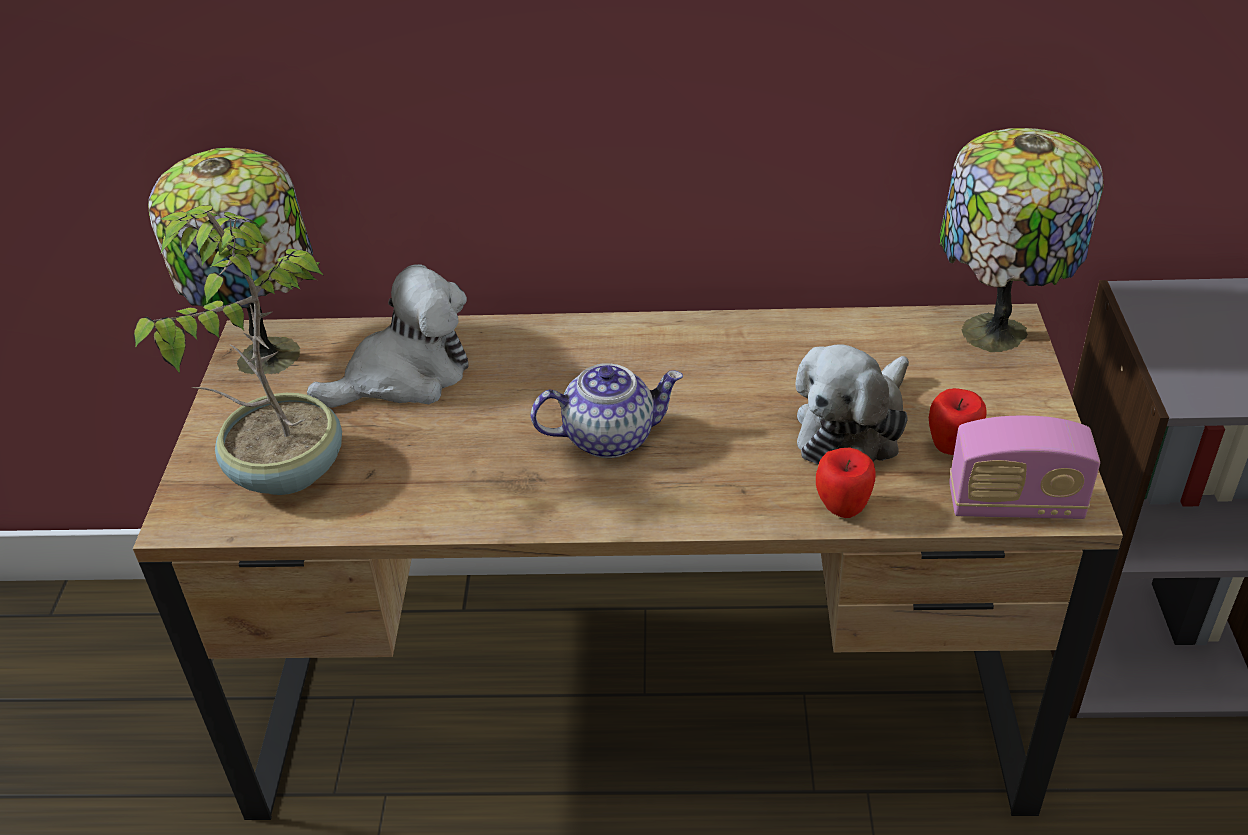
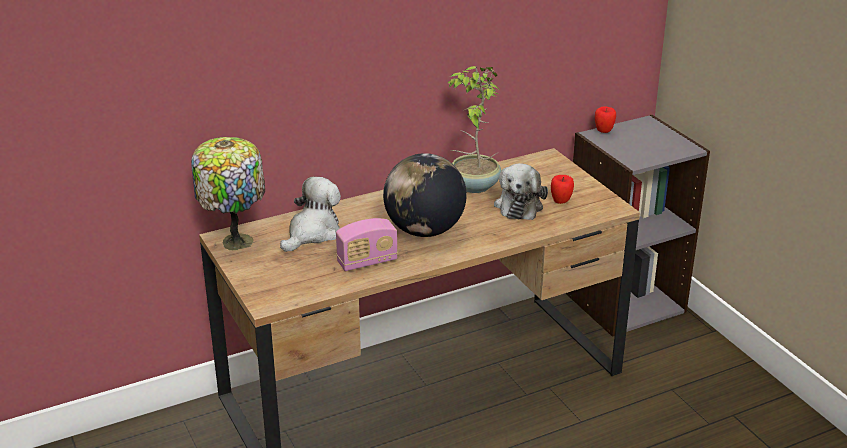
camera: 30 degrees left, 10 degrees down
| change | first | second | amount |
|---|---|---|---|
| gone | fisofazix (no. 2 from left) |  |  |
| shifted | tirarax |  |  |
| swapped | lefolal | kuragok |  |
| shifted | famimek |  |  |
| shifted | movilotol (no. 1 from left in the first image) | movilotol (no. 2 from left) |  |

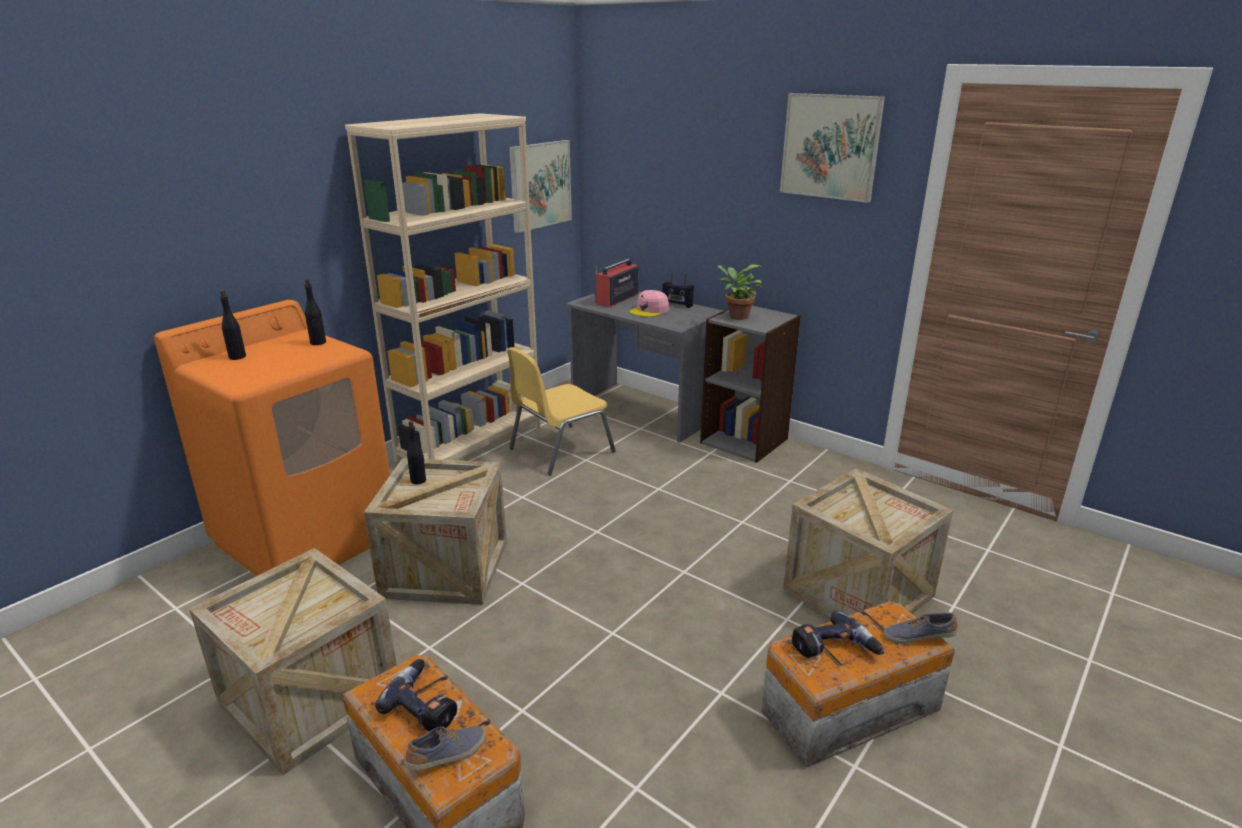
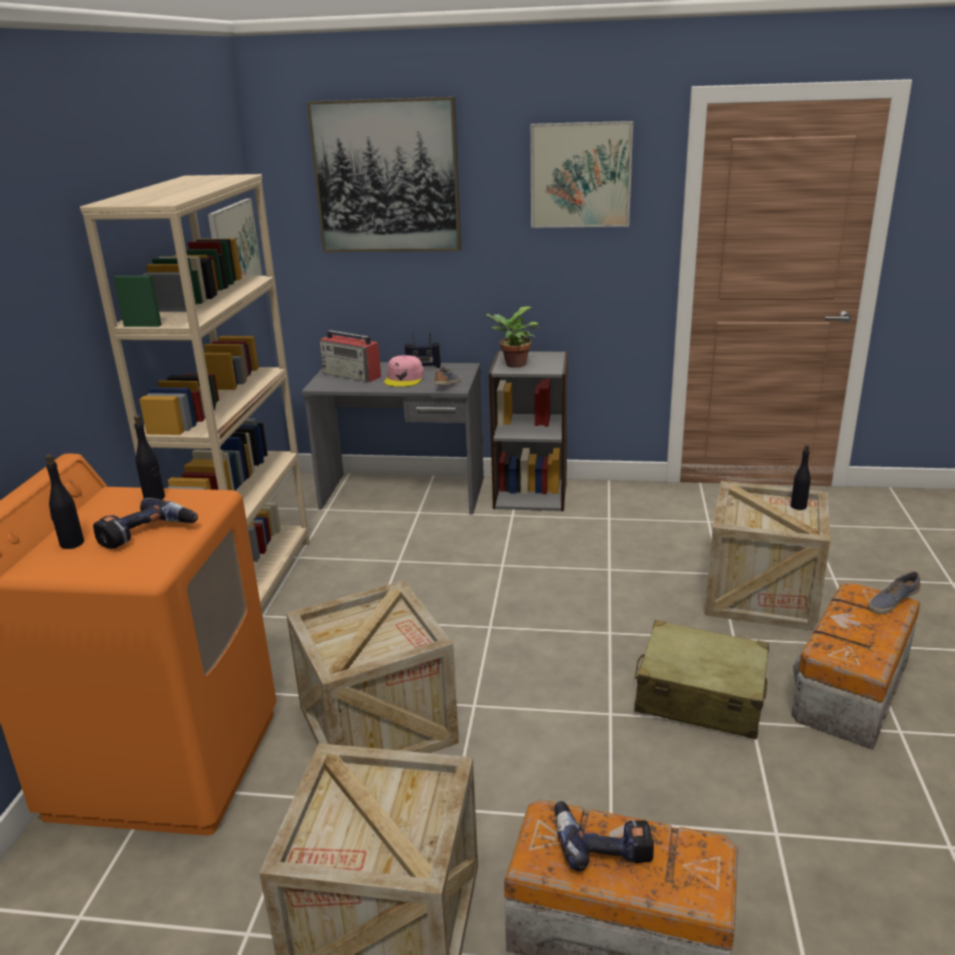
camera: 30 degrees left, 0 degrees up
| change | first | second | amount |
|---|---|---|---|
| rotated | famimek (no. 1 from left) |  | 60 degrees counterclockwise |
| gone | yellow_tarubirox |  |  |
| shifted | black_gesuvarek (no. 3 from left) |  |  |
| shifted | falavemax (no. 2 from left in the first image) | falavemax (no. 1 from left) |  |
| shifted | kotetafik (no. 1 from left) |  |  |
| new |  | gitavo (no. 2 from left) |  |
| new |  | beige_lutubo |  |

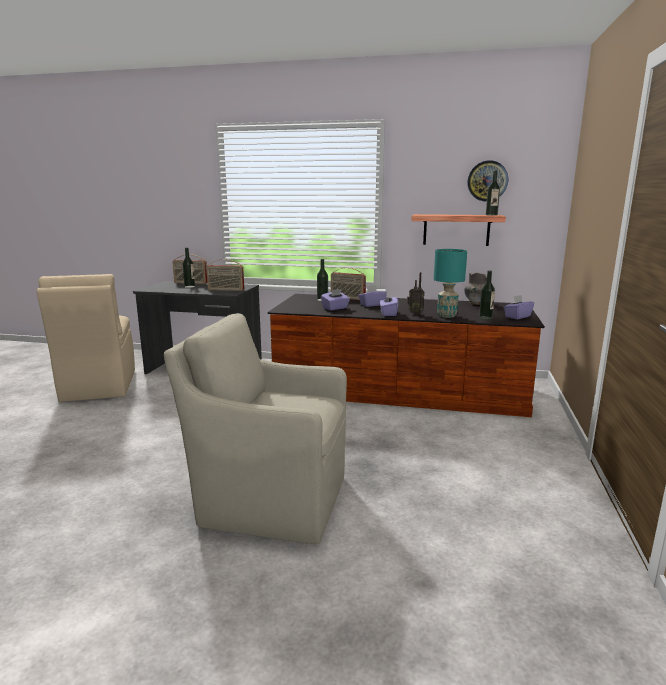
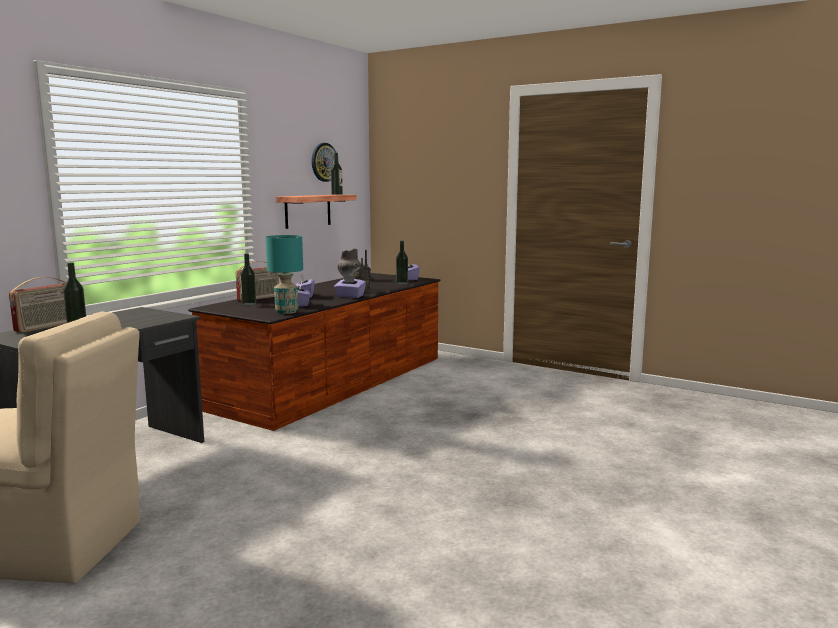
camera: 70 degrees left, 5 degrees down
| change | first | second | amount |
|---|---|---|---|
| shifted | turquoise_fisofazix |  |  |
| gone | famimek (no. 2 from left) |  |  |
| gone | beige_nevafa |  |  |

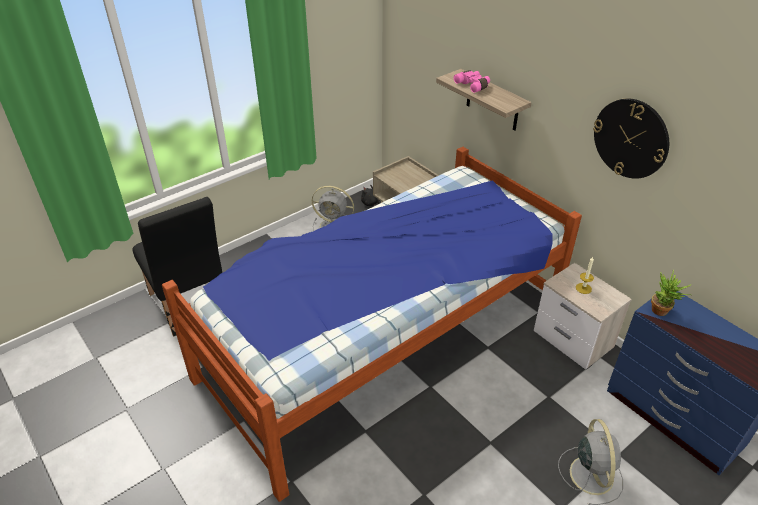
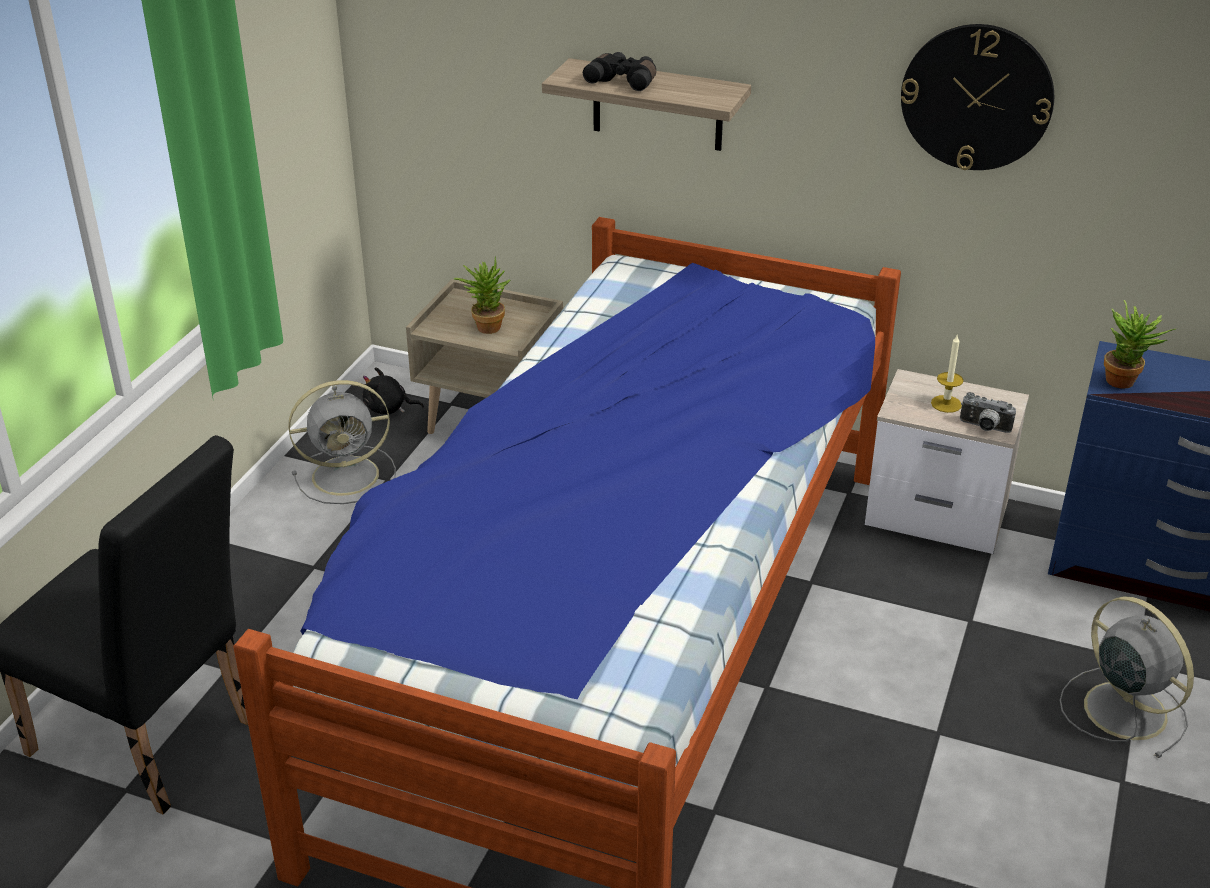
camera: 30 degrees left, 5 degrees down
| change | first | second | amount |
|---|---|---|---|
| repainted | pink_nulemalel | black_nulemalel |  |
| new |  | tirarax (no. 1 from left) |  |
| new |  | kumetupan |  |

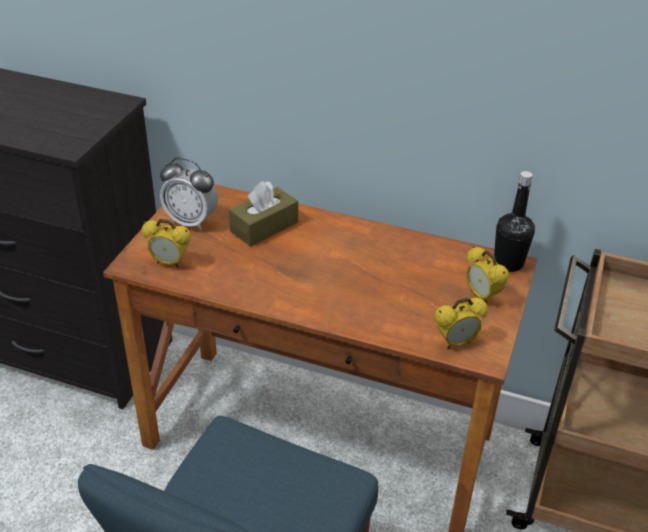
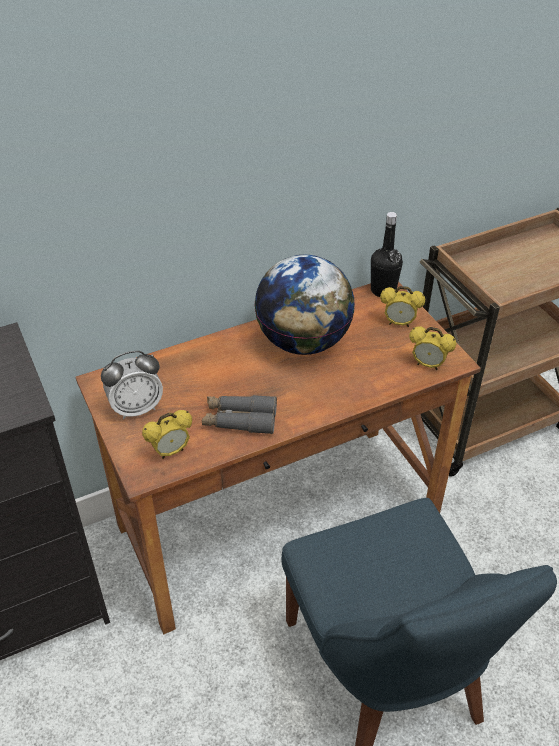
camera: 45 degrees left, 5 degrees up
| change | first | second | amount |
|---|---|---|---|
| gone | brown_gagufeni |  |  |
| rotated | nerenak (no. 3 from left in the first image) | nerenak (no. 4 from left) | 90 degrees clockwise |
| new |  | kuragok |  |
| new |  | grey_nulemalel |  |

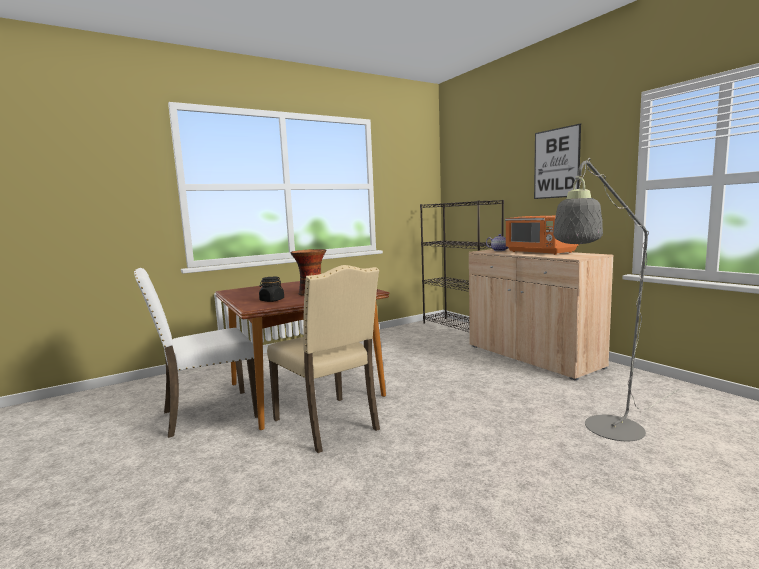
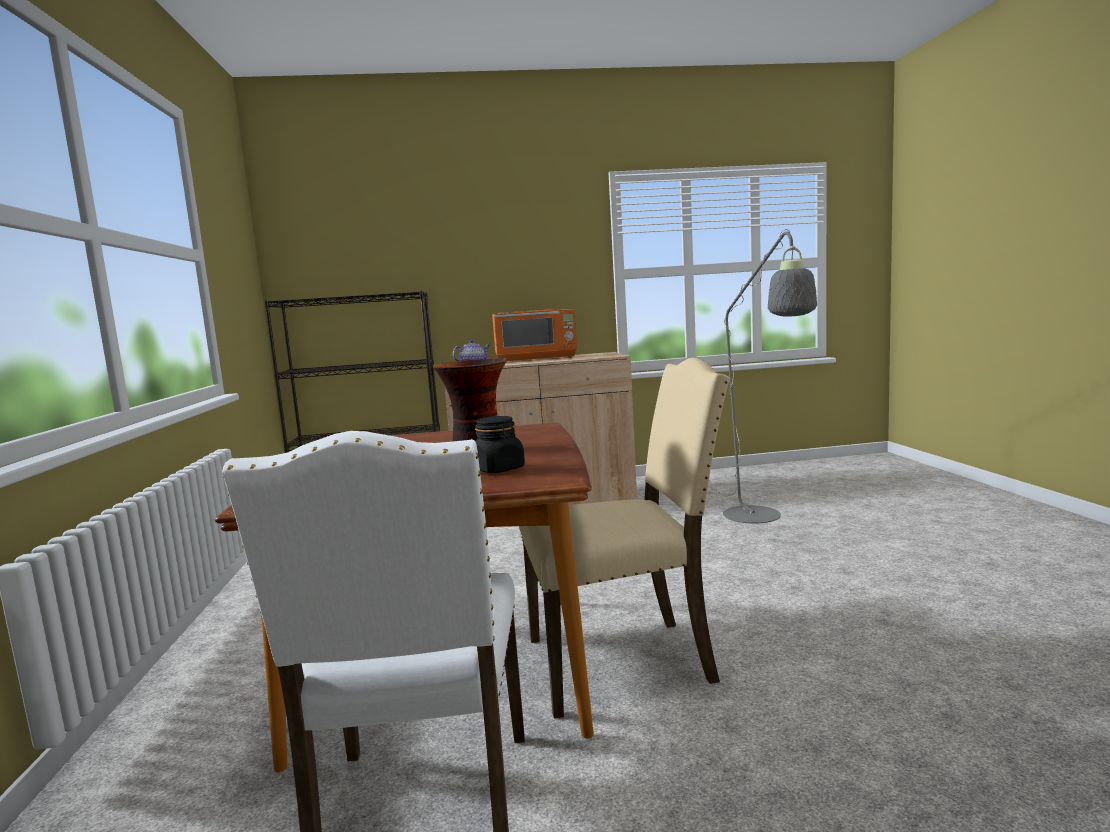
camera: 65 degrees left, 0 degrees up
| change | first | second | amount |
|---|---|---|---|
| gone | gitavo |  |  |

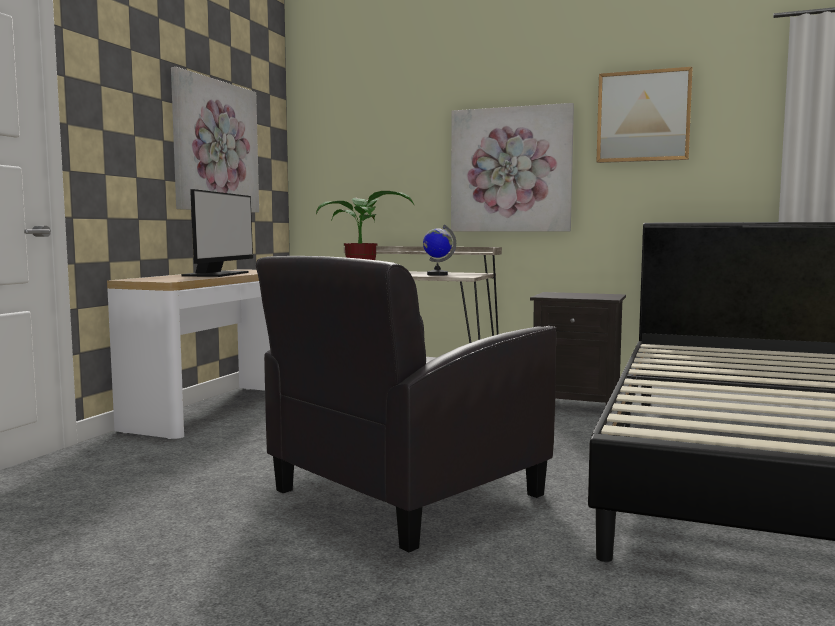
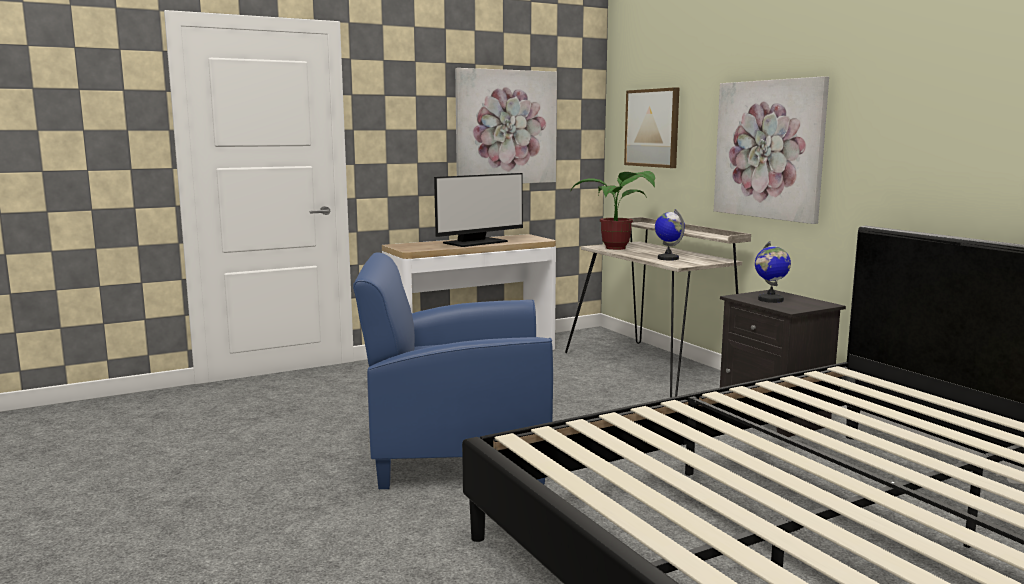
camera: 40 degrees right, 5 degrees up
| change | first | second | amount |
|---|---|---|---|
| shifted | gitavo (no. 3 from left in the first image) | gitavo (no. 2 from left) |  |
| repainted | black_nevafa | blue_nevafa |  |
| new |  | kuragok (no. 2 from left) |  |

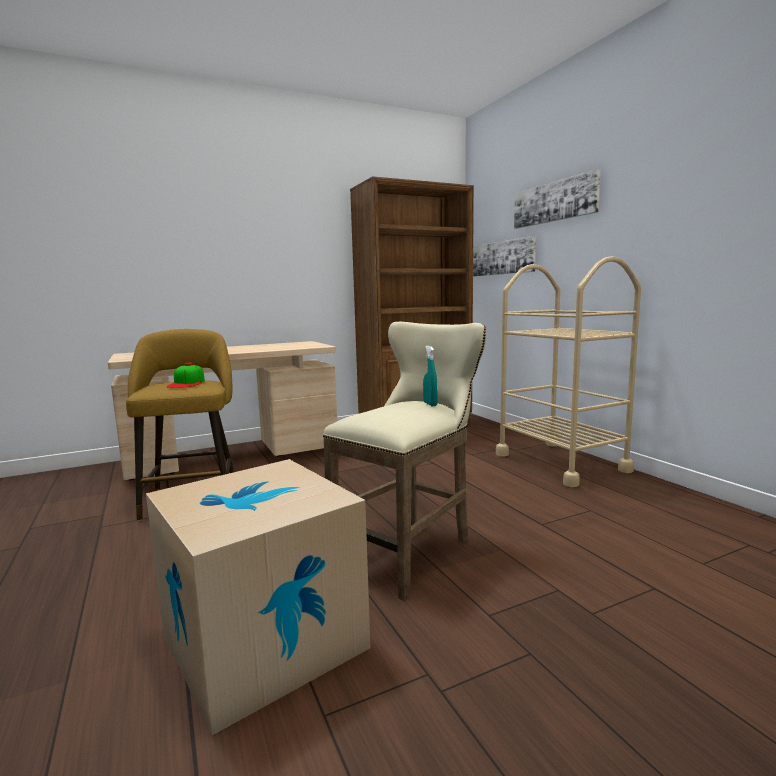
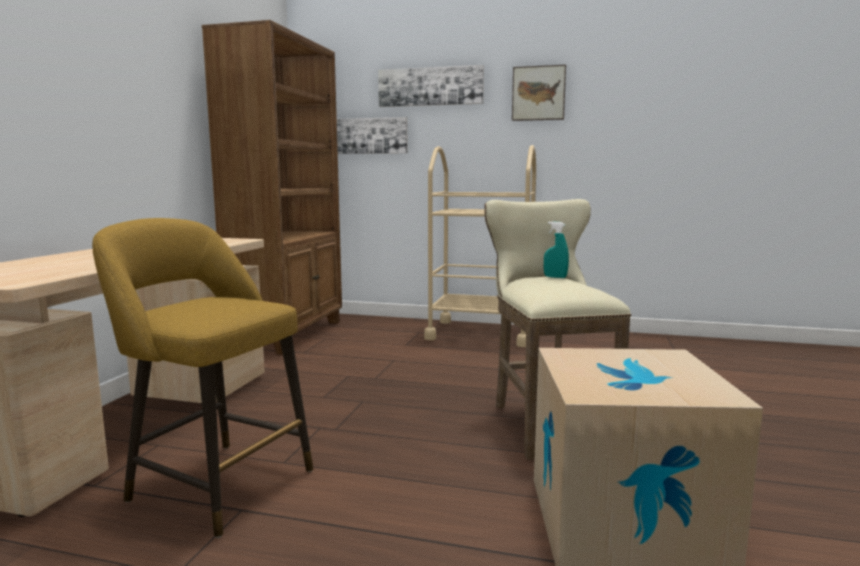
camera: 50 degrees left, 0 degrees up
| change | first | second | amount |
|---|---|---|---|
| gone | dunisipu |  |  |
| new |  | gitavo (no. 3 from left) |  |

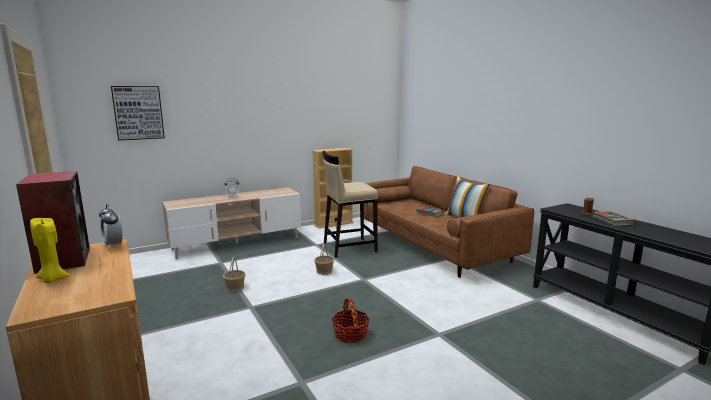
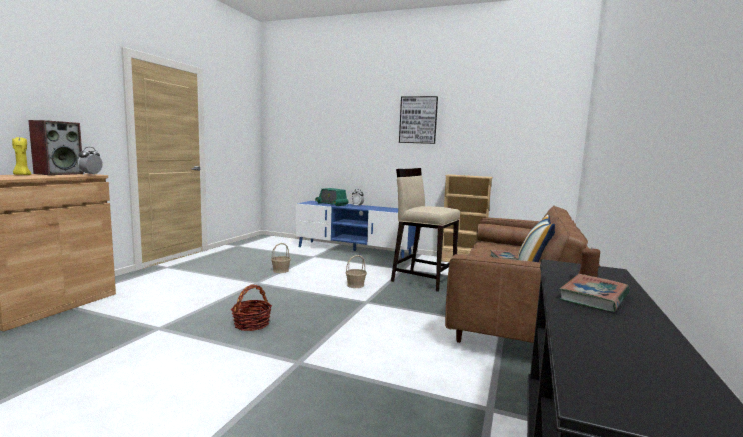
camera: 50 degrees right, 5 degrees down
| change | first | second | amount |
|---|---|---|---|
| shifted | gitavo |  |  |
| repainted | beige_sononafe | blue_sononafe |  |
| new |  | famimek |  |

